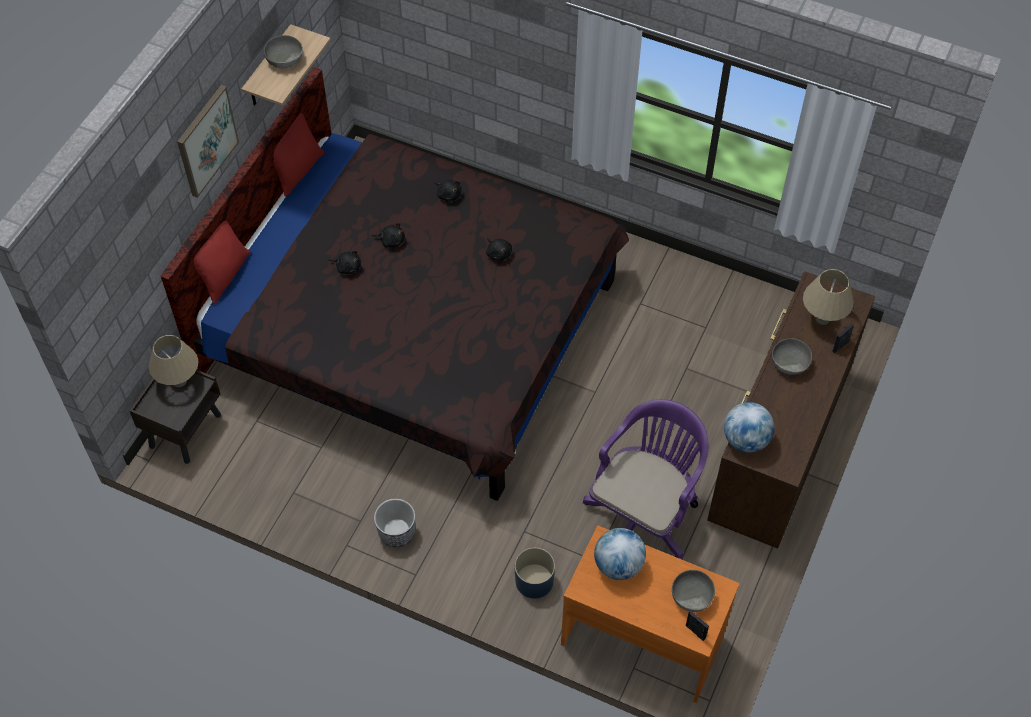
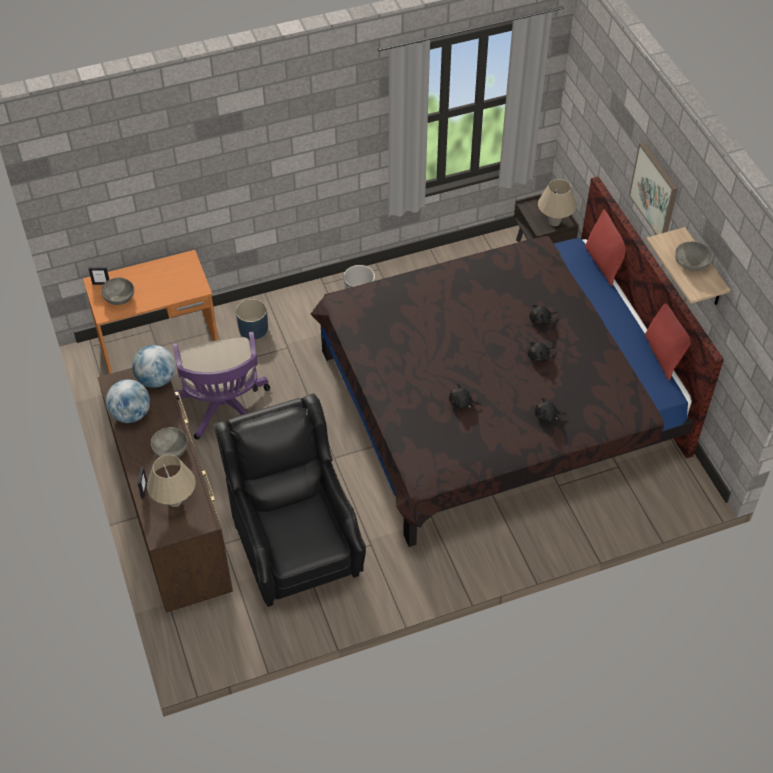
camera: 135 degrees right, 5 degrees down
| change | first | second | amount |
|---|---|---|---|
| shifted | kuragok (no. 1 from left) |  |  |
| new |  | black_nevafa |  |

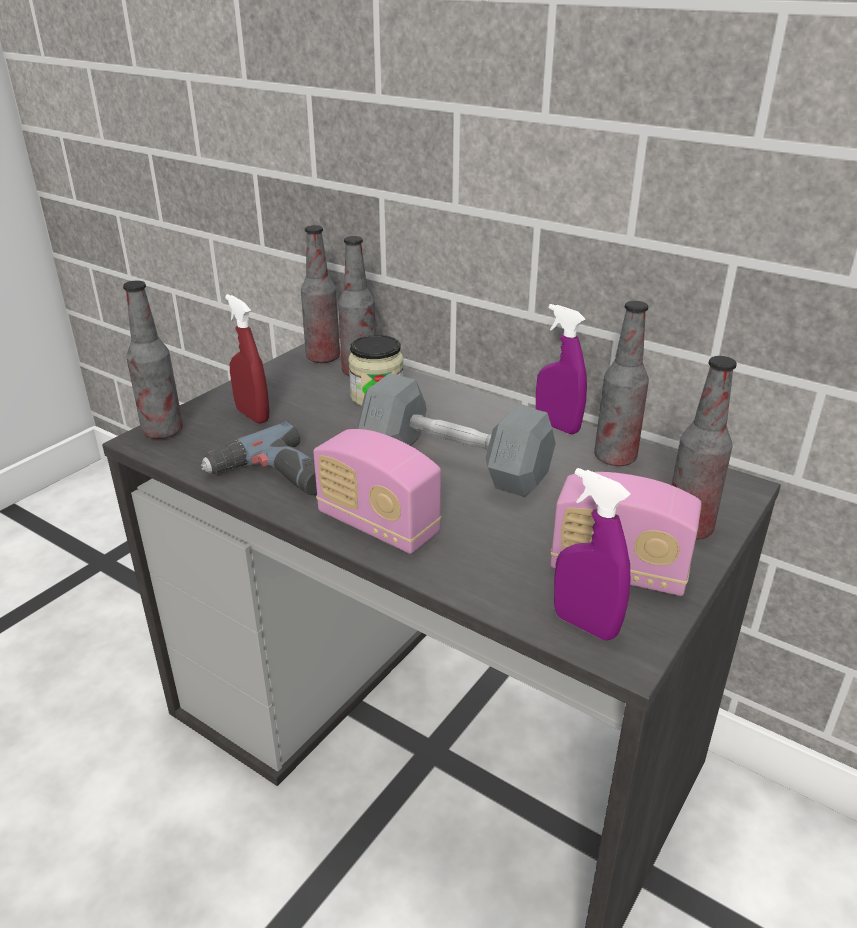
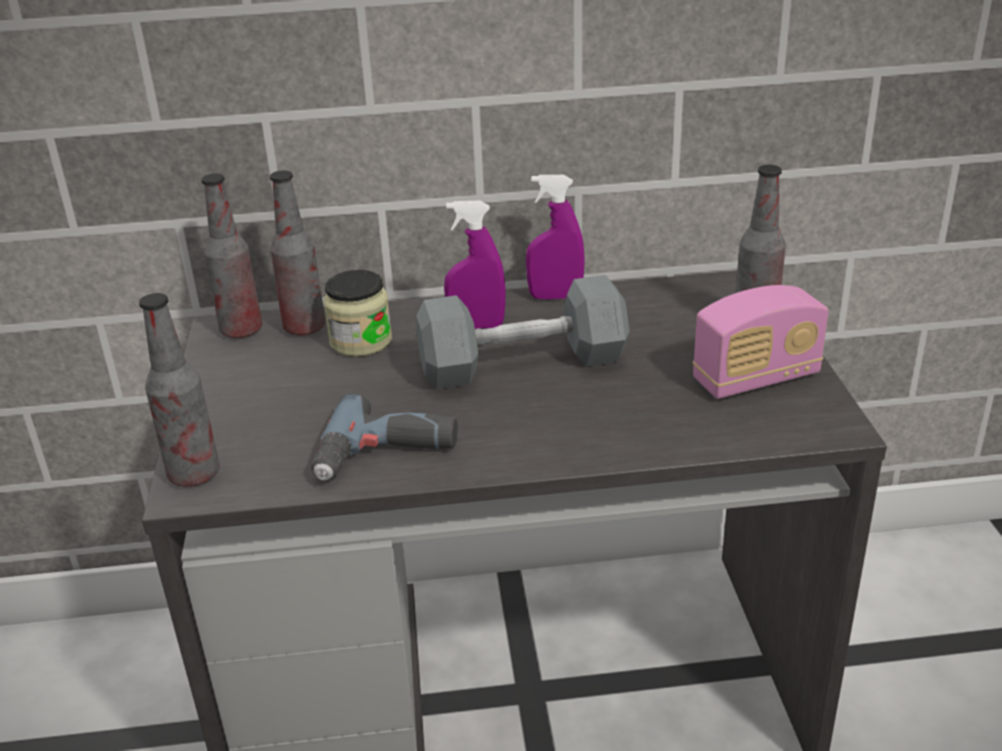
camera: 40 degrees left, 0 degrees up
| change | first | second | amount |
|---|---|---|---|
| gone | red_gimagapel |  |  |
| gone | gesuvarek (no. 4 from left) |  |  |
| gone | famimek (no. 1 from left) |  |  |
| shifted | purple_gimagapel (no. 2 from left in the first image) | purple_gimagapel (no. 1 from left) |  |

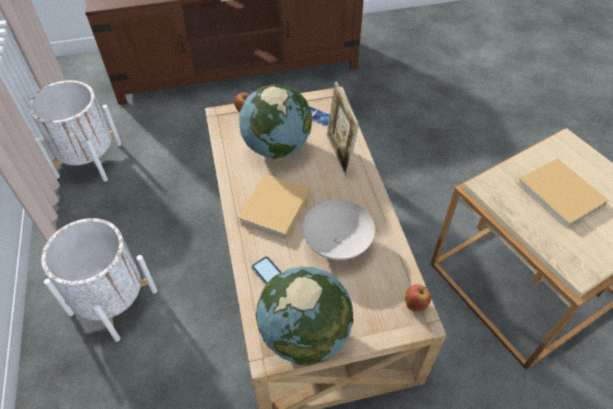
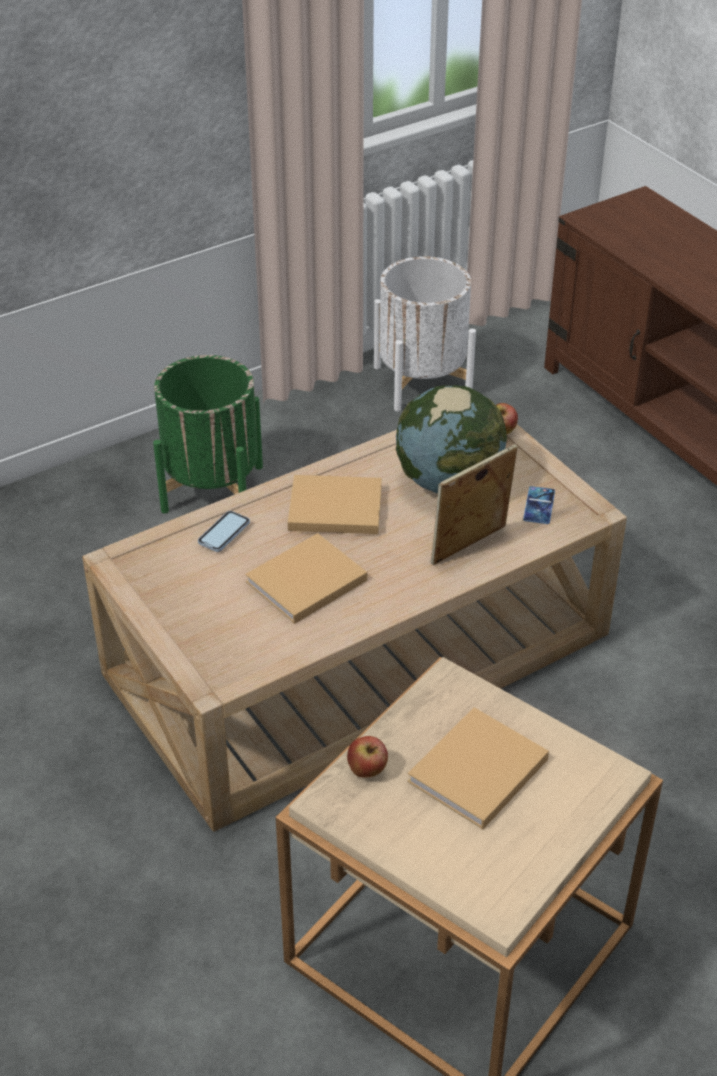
camera: 70 degrees right, 10 degrees down
| change | first | second | amount |
|---|---|---|---|
| swapped | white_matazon | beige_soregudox (no. 1 from left) |  |
| repainted | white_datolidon (no. 2 from left) | green_datolidon |  |
| gone | kuragok (no. 2 from left) |  |  |
| shifted | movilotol (no. 2 from left in the first image) | movilotol (no. 1 from left) |  |

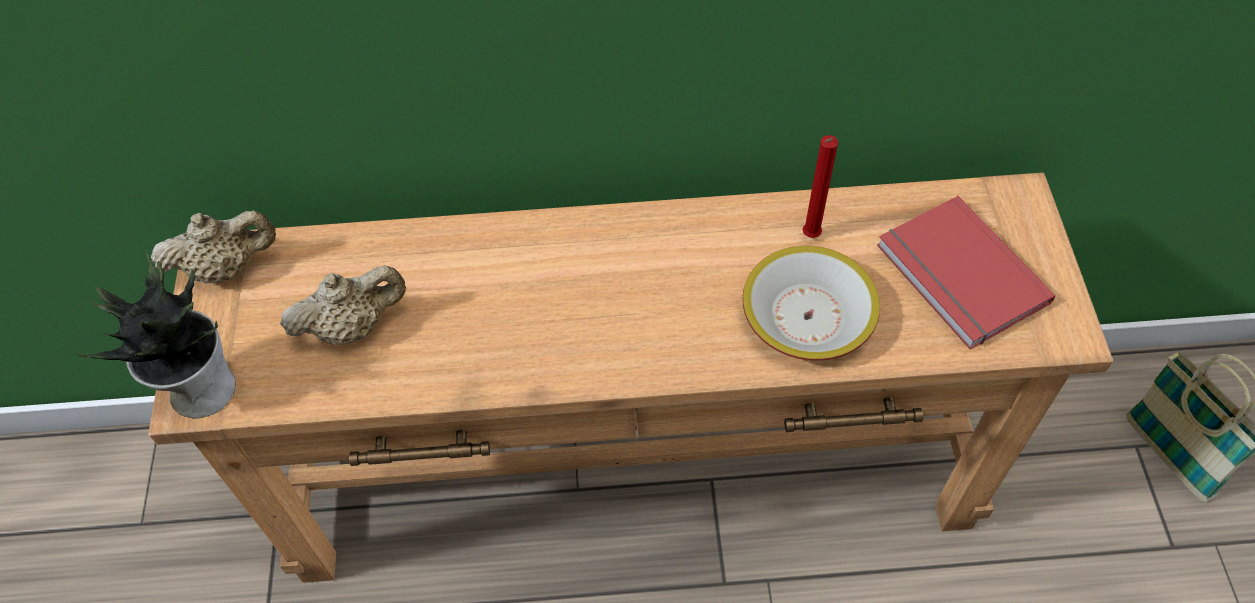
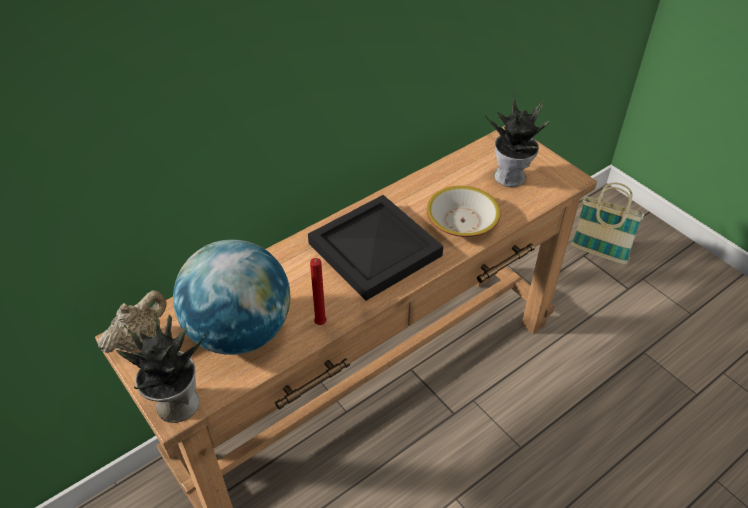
camera: 35 degrees left, 10 degrees down
| change | first | second | amount |
|---|---|---|---|
| shifted | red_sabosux |  |  |
| swapped | red_soregudox | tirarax (no. 2 from left) |  |
| swapped | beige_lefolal (no. 2 from left) | kuragok |  |
| new |  | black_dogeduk |  |

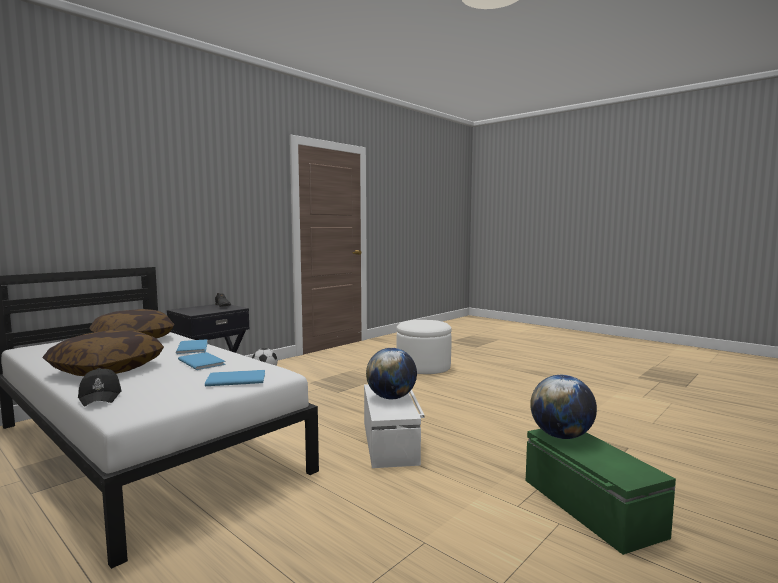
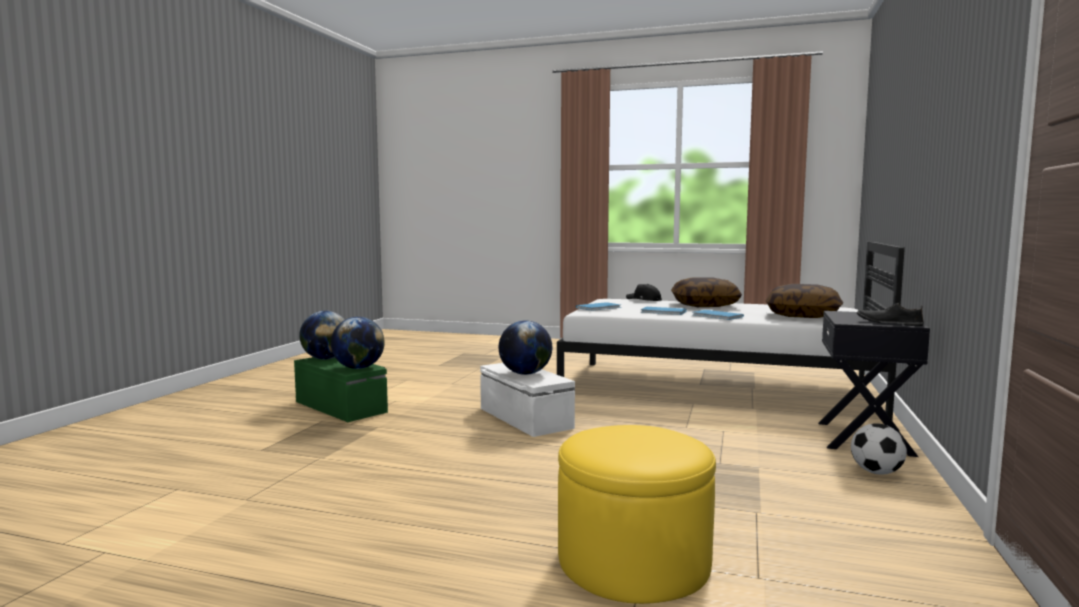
camera: 155 degrees right, 0 degrees up
| change | first | second | amount |
|---|---|---|---|
| repainted | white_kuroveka | yellow_kuroveka |  |
| new |  | kuragok (no. 1 from left) |  |

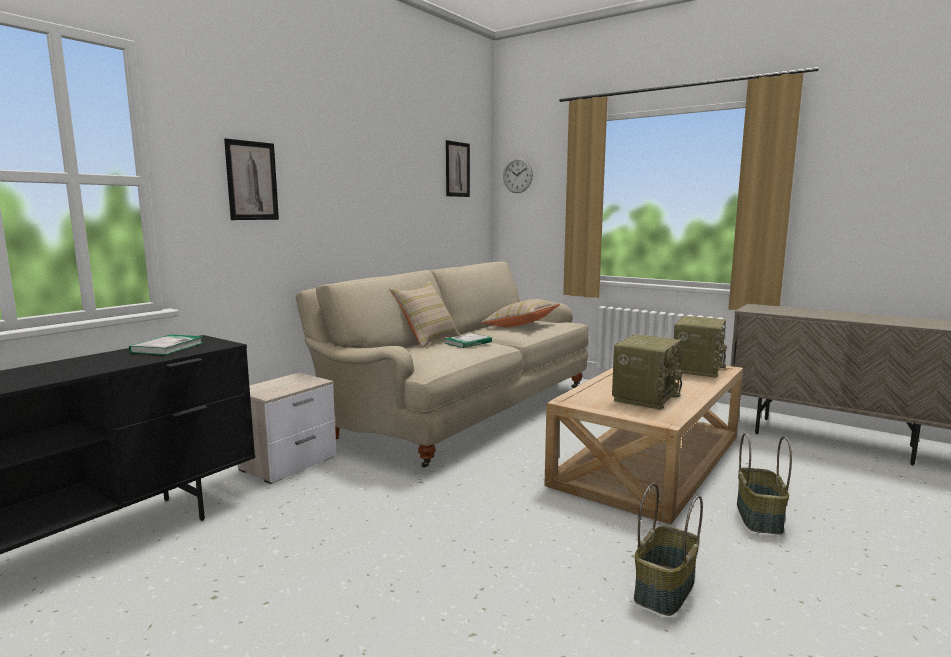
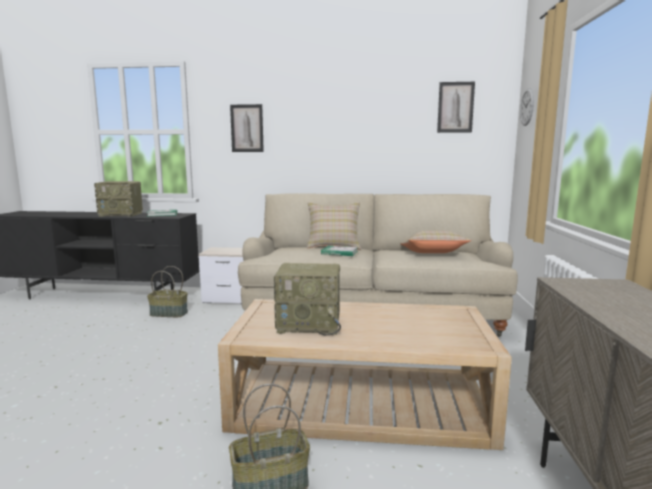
camera: 60 degrees right, 0 degrees up
| change | first | second | amount |
|---|---|---|---|
| shifted | famimek (no. 2 from left in the first image) | famimek (no. 1 from left) |  |
| shifted | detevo (no. 1 from left) |  |  |

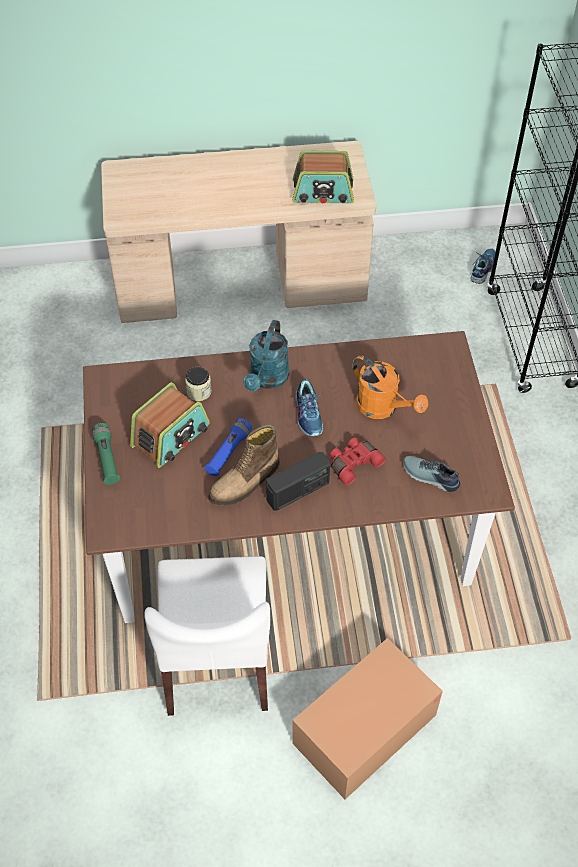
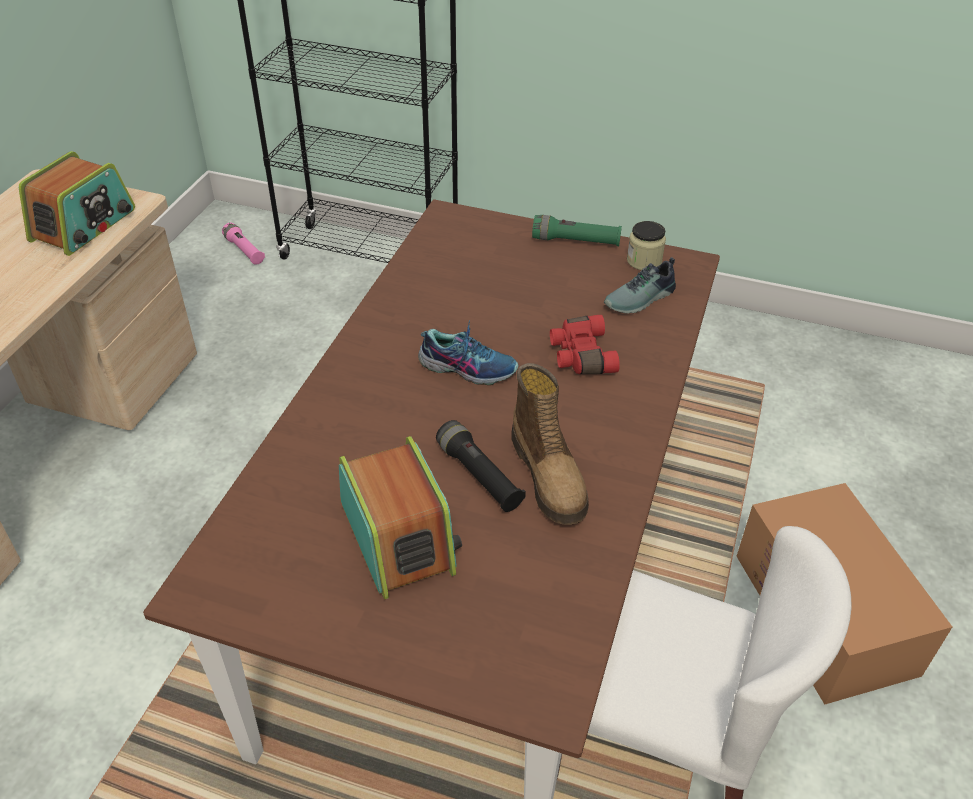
camera: 65 degrees left, 10 degrees down
| change | first | second | amount |
|---|---|---|---|
| swapped | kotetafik (no. 3 from left) | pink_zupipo |  |
| gone | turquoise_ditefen |  |  |
| gone | orange_ditefen |  |  |
| shifted | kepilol |  |  |
| repainted | blue_zupipo | black_zupipo |  |
| shifted | green_zupipo |  |  |
| gone | famimek (no. 2 from left) |  |  |

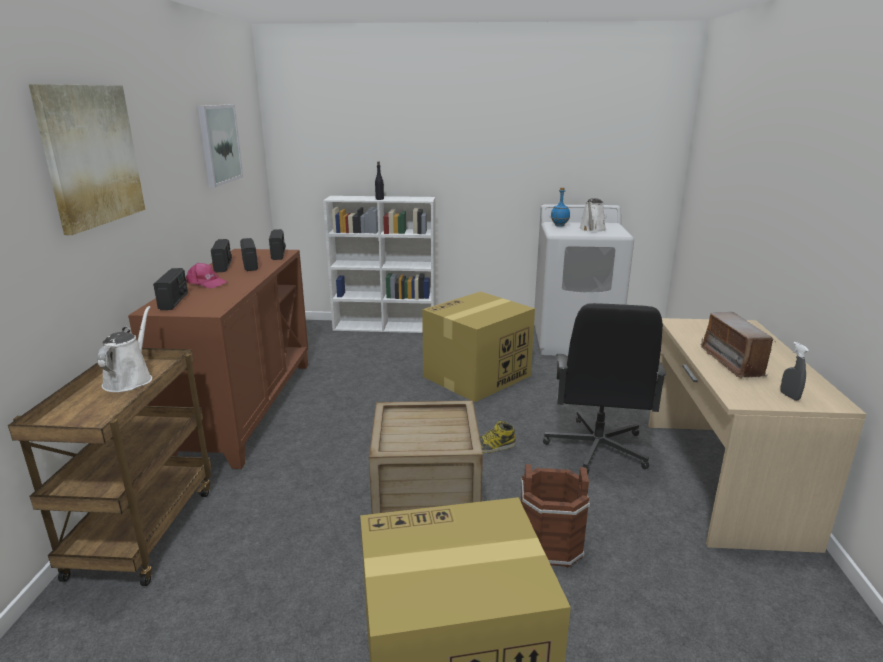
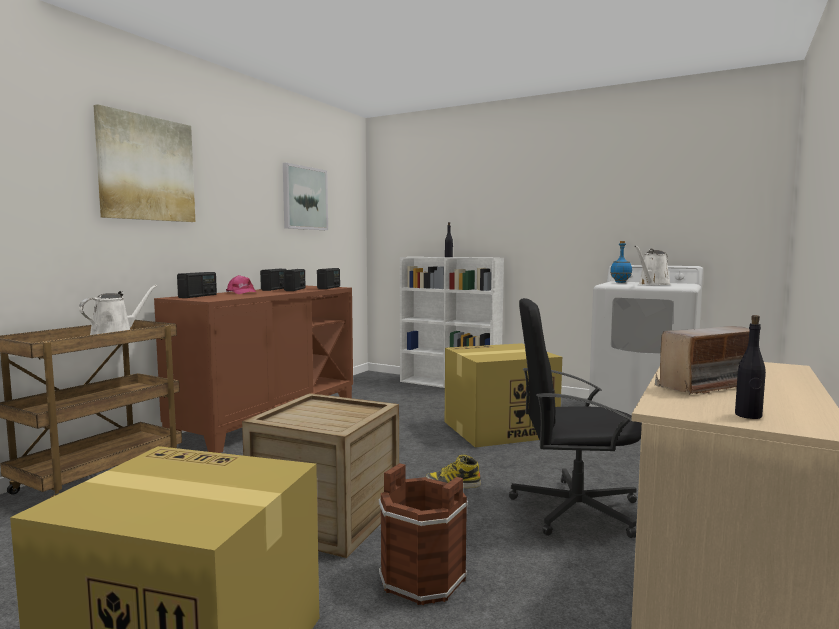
camera: 25 degrees right, 15 degrees down
| change | first | second | amount |
|---|---|---|---|
| rotated | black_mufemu |  | 60 degrees clockwise |
| rotated | famimek (no. 5 from left) |  | 135 degrees counterclockwise |
| swapped | grey_gimagapel | black_gesuvarek (no. 2 from left) |  |

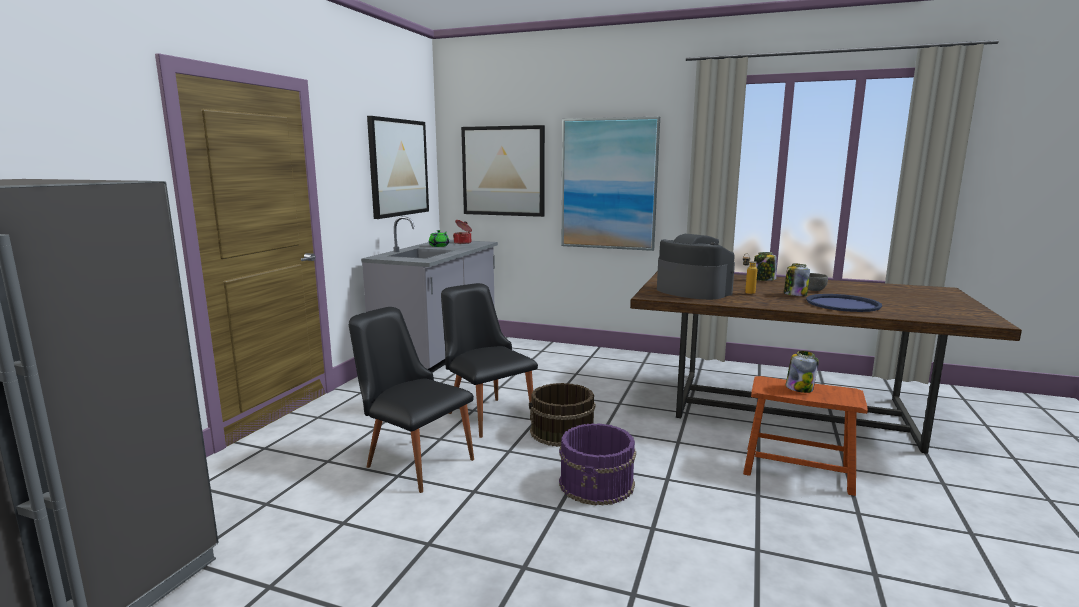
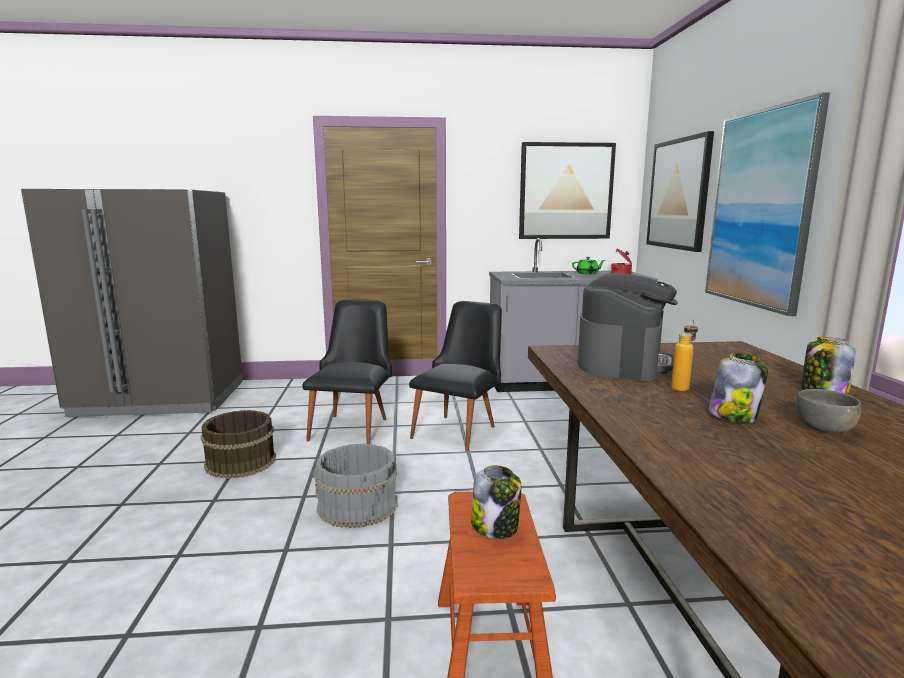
camera: 65 degrees right, 0 degrees up
| change | first | second | amount |
|---|---|---|---|
| gone | blue_dogeduk |  |  |
| shifted | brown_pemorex |  |  |
| repainted | purple_pemorex | grey_pemorex |  |

